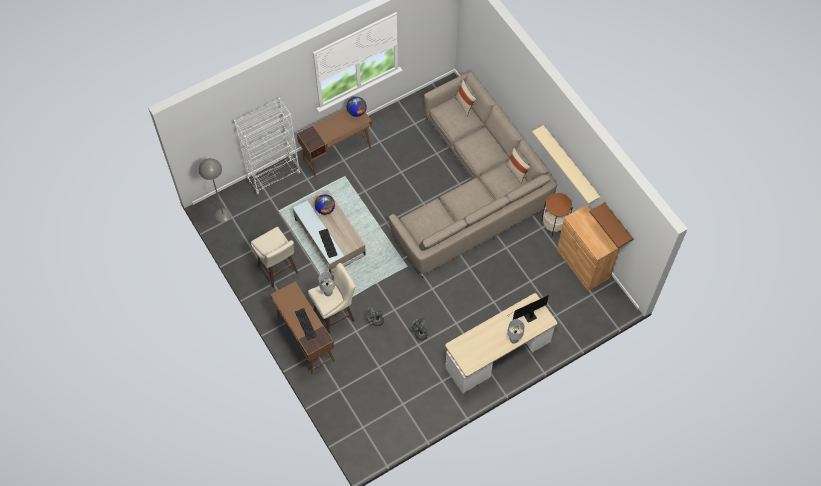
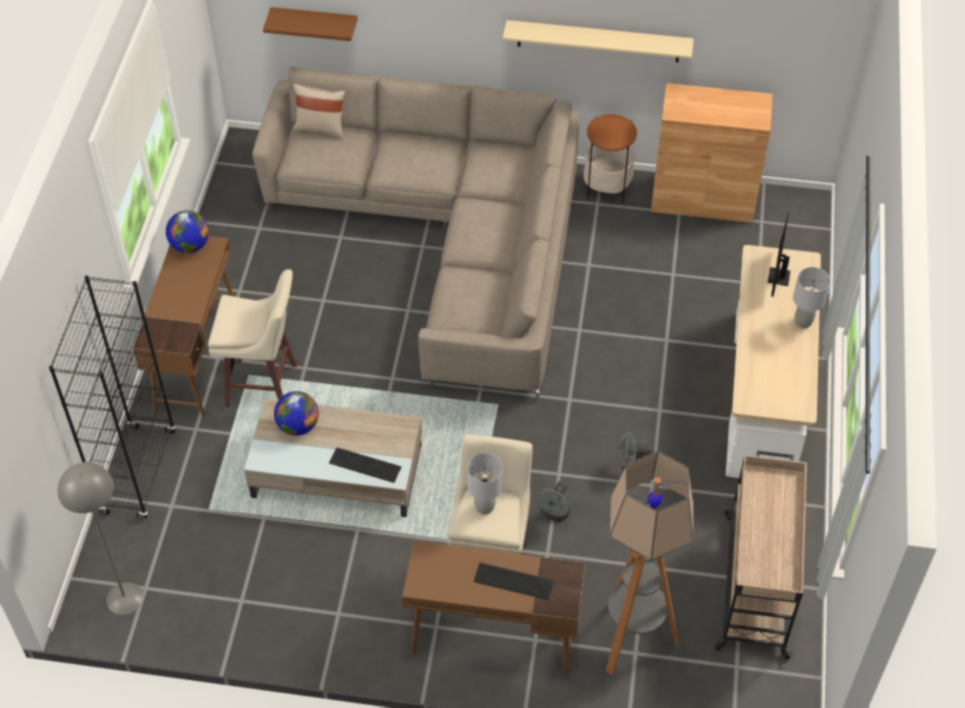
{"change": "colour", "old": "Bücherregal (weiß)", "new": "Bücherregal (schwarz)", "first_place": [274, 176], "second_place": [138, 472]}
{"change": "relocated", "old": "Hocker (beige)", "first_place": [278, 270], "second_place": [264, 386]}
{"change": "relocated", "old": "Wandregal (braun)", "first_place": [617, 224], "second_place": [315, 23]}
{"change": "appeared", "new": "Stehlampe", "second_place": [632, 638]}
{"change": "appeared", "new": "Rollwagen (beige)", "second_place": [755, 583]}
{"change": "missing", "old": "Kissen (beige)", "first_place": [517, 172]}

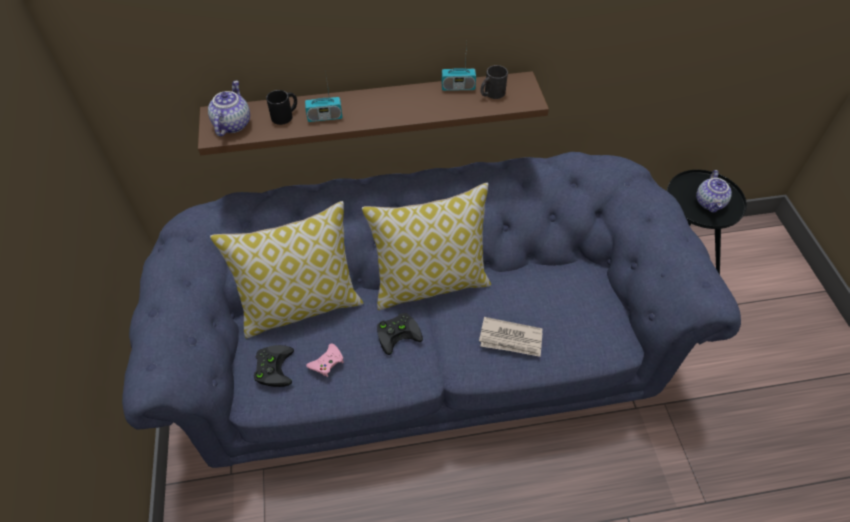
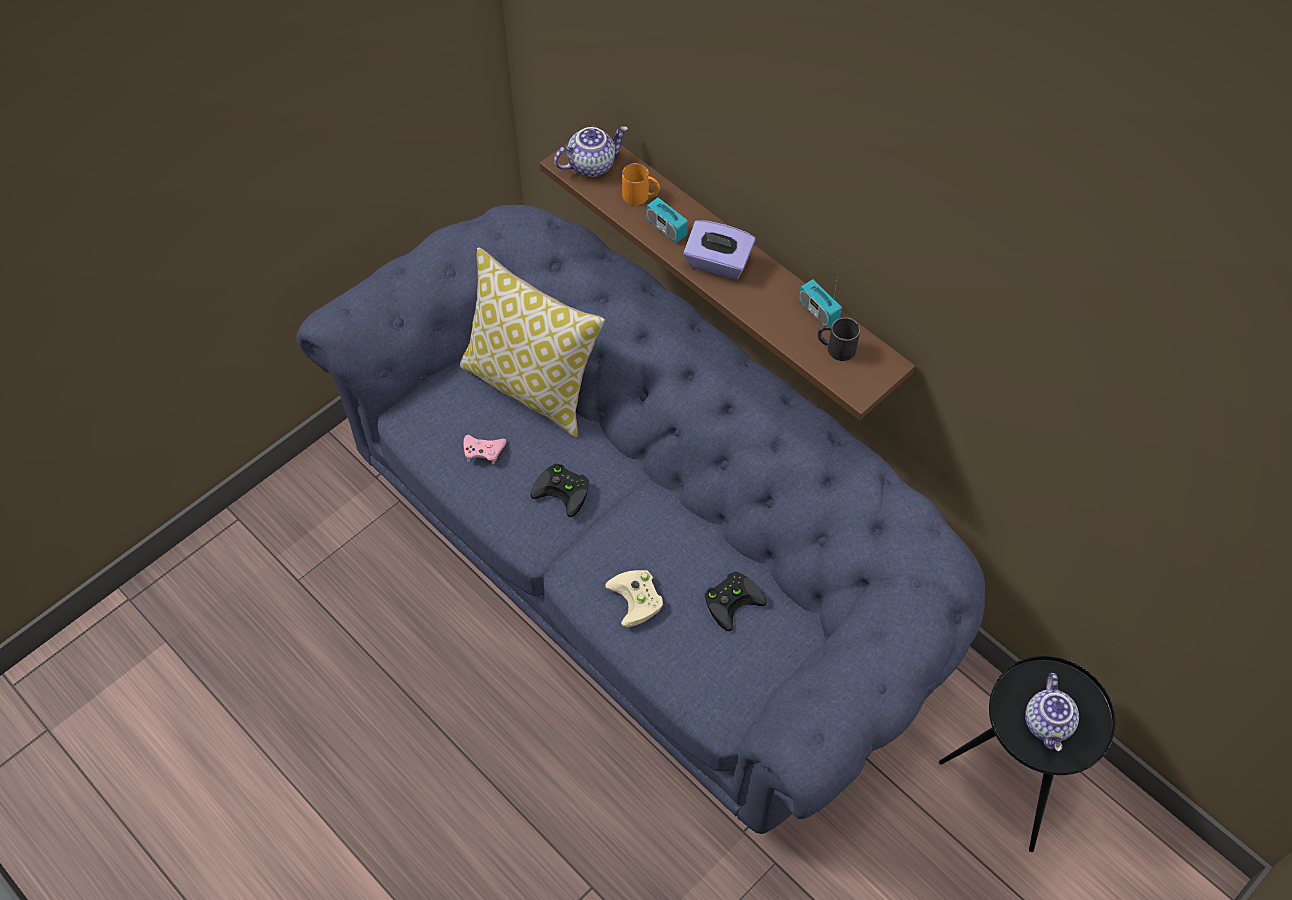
{"change": "exchanged", "old": "Zeitung", "new": "Gamepad (beige)", "first_place": [511, 339], "second_place": [638, 599]}
{"change": "colour", "old": "Henkelbecher (schwarz)", "new": "Henkelbecher (orange)", "first_place": [285, 115], "second_place": [641, 196]}
{"change": "appeared", "new": "Taschentuchbox (lila)", "second_place": [717, 264]}
{"change": "relocated", "old": "Gamepad (schwarz)", "first_place": [272, 366], "second_place": [733, 599]}
{"change": "spun", "old": "Teekanne", "first_place": [710, 203], "second_place": [1048, 724], "degrees": -60}
{"change": "missing", "old": "Kissen", "first_place": [430, 282]}

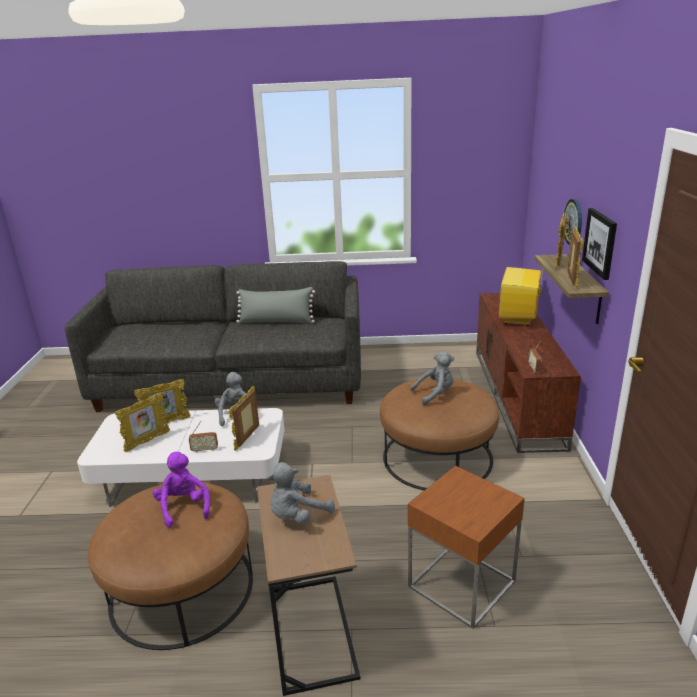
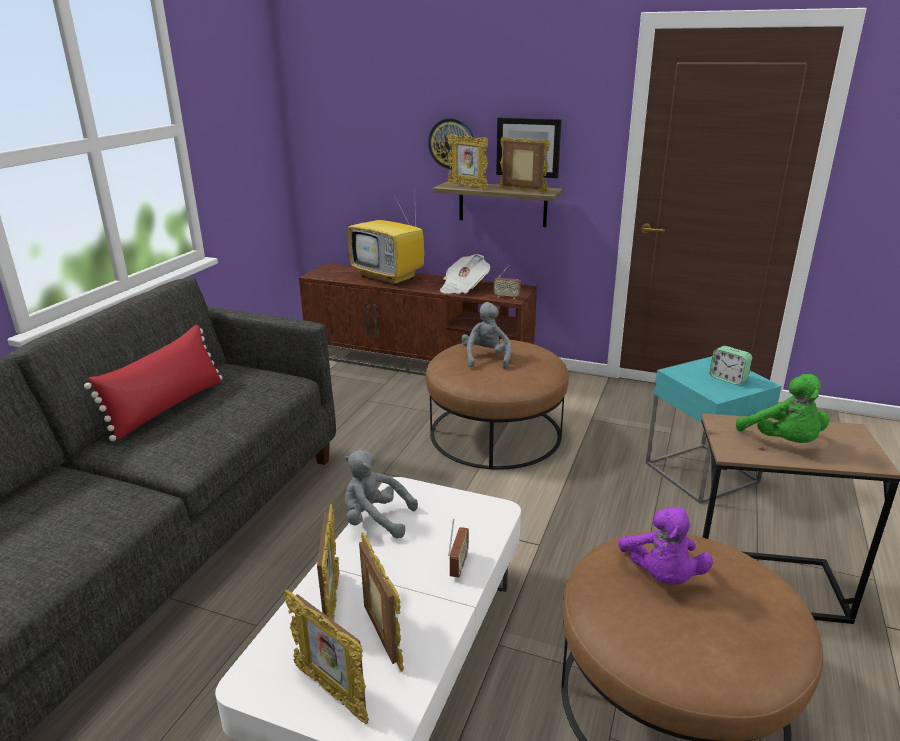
{"change": "colour", "old": "Kissen (grau)", "new": "Kissen (rot)", "first_place": [276, 322], "second_place": [167, 407]}
{"change": "relocated", "old": "Bilderrahmen", "first_place": [248, 438], "second_place": [332, 692]}
{"change": "appeared", "new": "Zeitung", "second_place": [463, 288]}
{"change": "spun", "old": "Plüschtier (lila)", "first_place": [184, 507], "second_place": [661, 576], "degrees": -90}
{"change": "colour", "old": "Beistelltisch (braun)", "new": "Beistelltisch (türkis)", "first_place": [461, 584], "second_place": [701, 472]}
{"change": "appeared", "new": "Wecker", "second_place": [728, 379]}
{"change": "colour", "old": "Plüschtier (grau)", "new": "Plüschtier (grün)", "first_place": [298, 516], "second_place": [783, 442]}

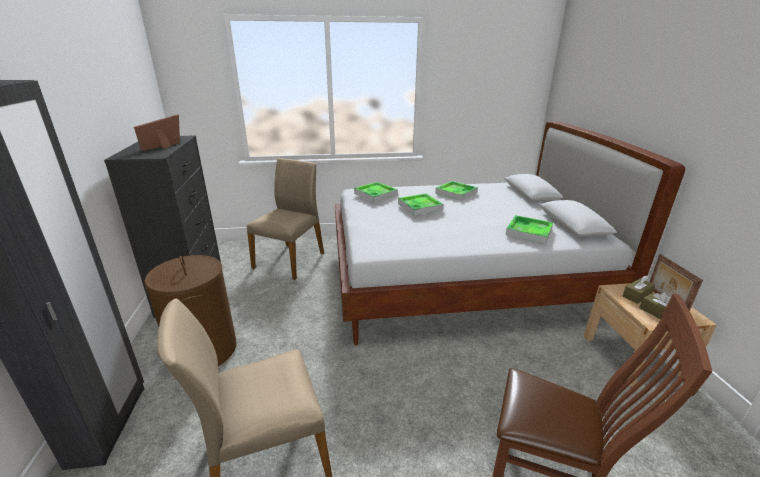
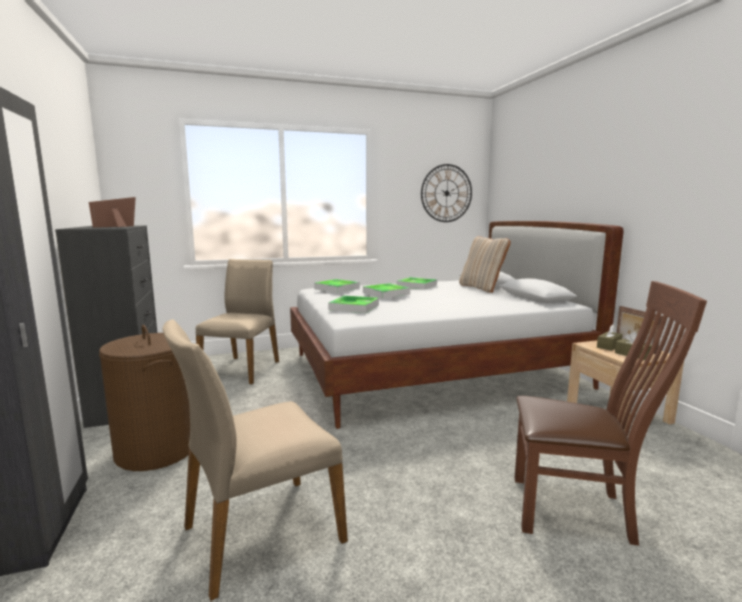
{"change": "relocated", "old": "Tablett", "first_place": [528, 232], "second_place": [354, 307]}
{"change": "appeared", "new": "Wanduhr", "second_place": [446, 193]}
{"change": "appeared", "new": "Kissen (beige)", "second_place": [481, 288]}

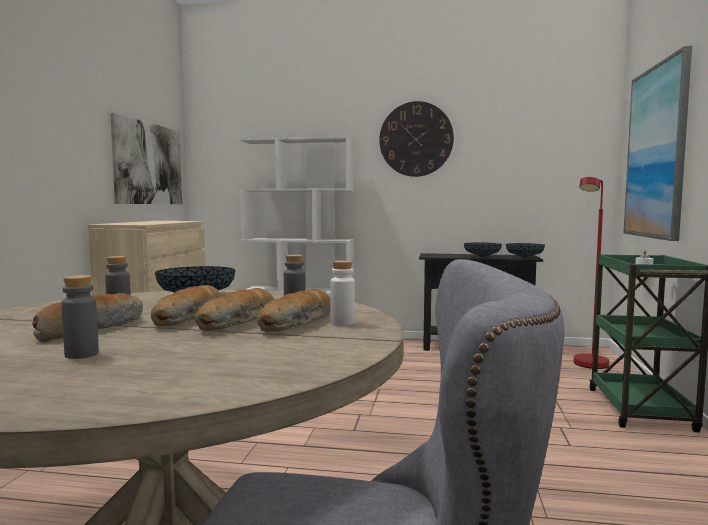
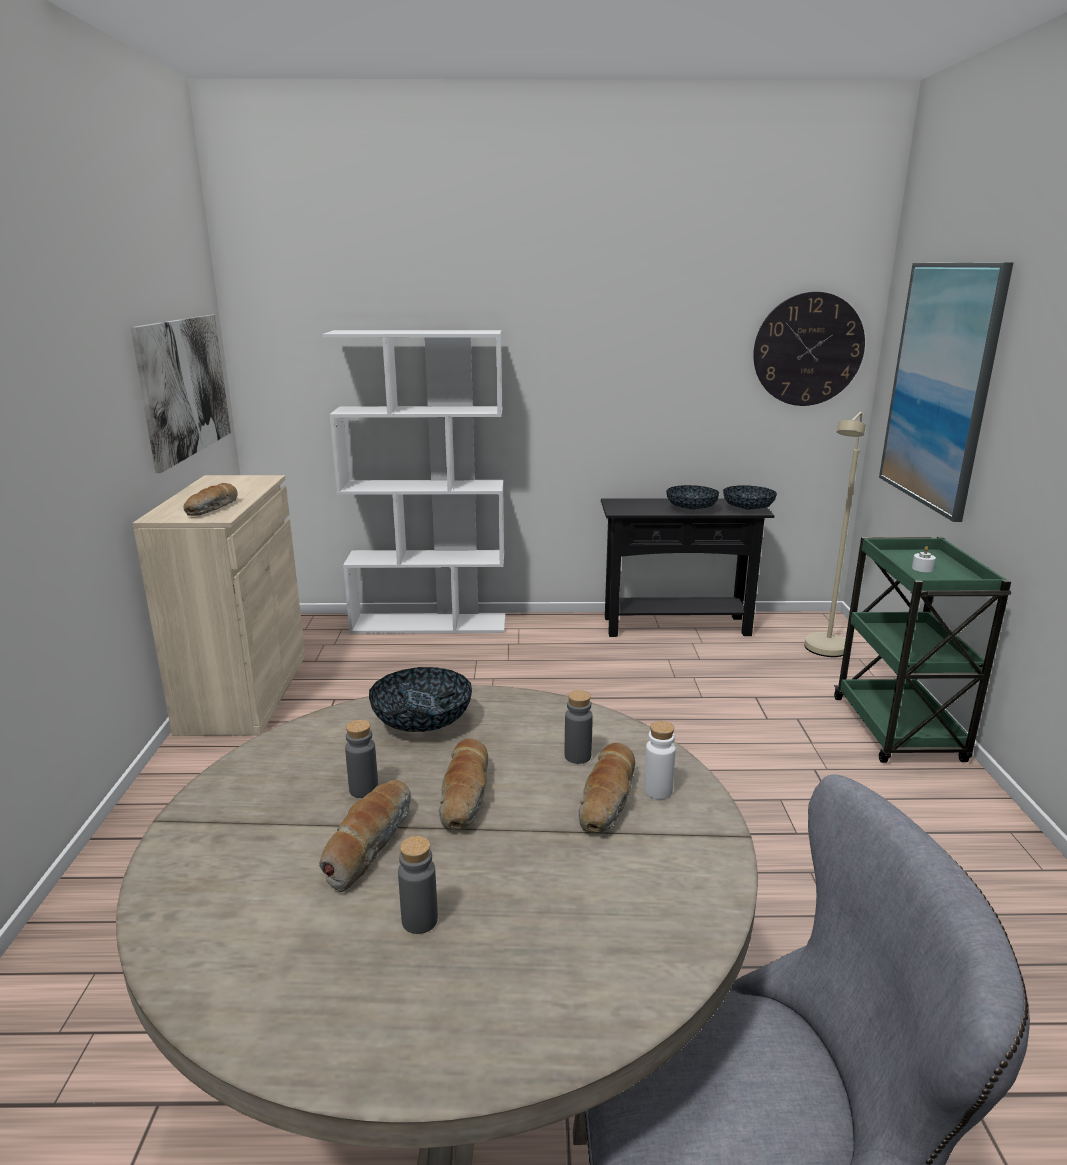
{"change": "relocated", "old": "Brot", "first_place": [239, 322], "second_place": [213, 508]}
{"change": "relocated", "old": "Wanduhr", "first_place": [416, 139], "second_place": [808, 349]}
{"change": "colour", "old": "Stehlampe (rot)", "new": "Stehlampe (beige)", "first_place": [588, 366], "second_place": [824, 652]}

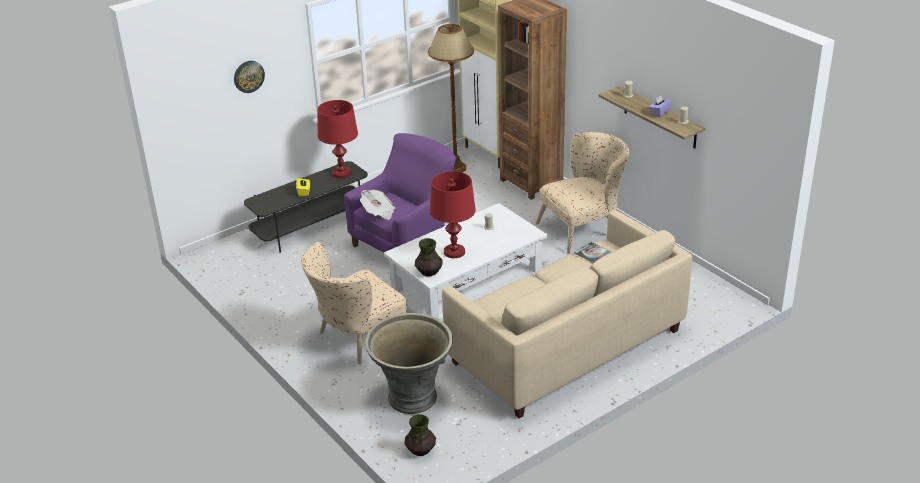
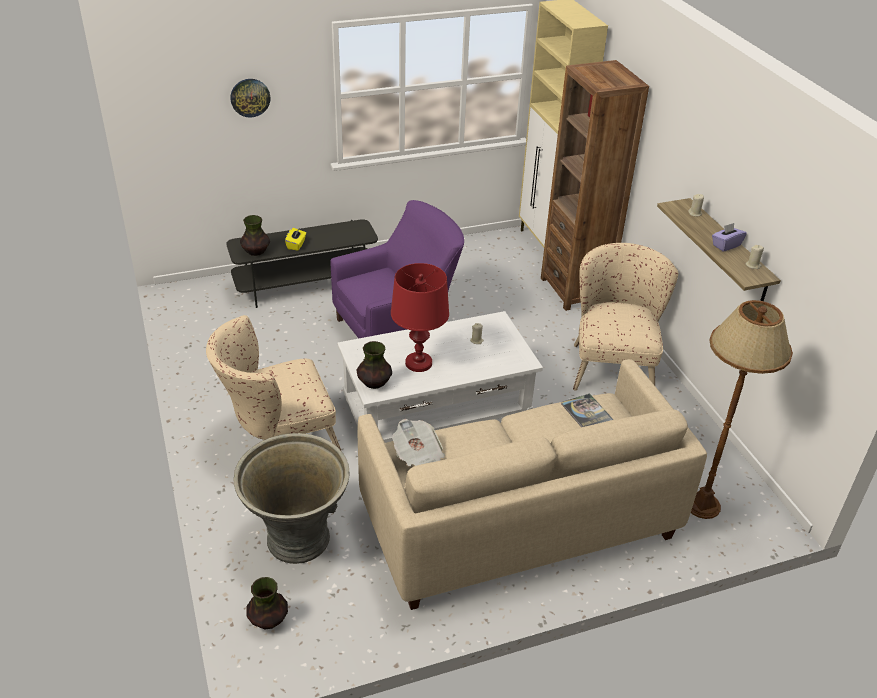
{"change": "appeared", "new": "Vase", "second_place": [256, 252]}
{"change": "relocated", "old": "Zeitung", "first_place": [378, 212], "second_place": [418, 457]}
{"change": "spun", "old": "Sessel (beige)", "first_place": [584, 228], "second_place": [612, 363], "degrees": -75}
{"change": "relocated", "old": "Stehlampe (braun)", "first_place": [455, 168], "second_place": [702, 505]}
{"change": "missing", "old": "Tischlampe (rot)", "first_place": [341, 173]}

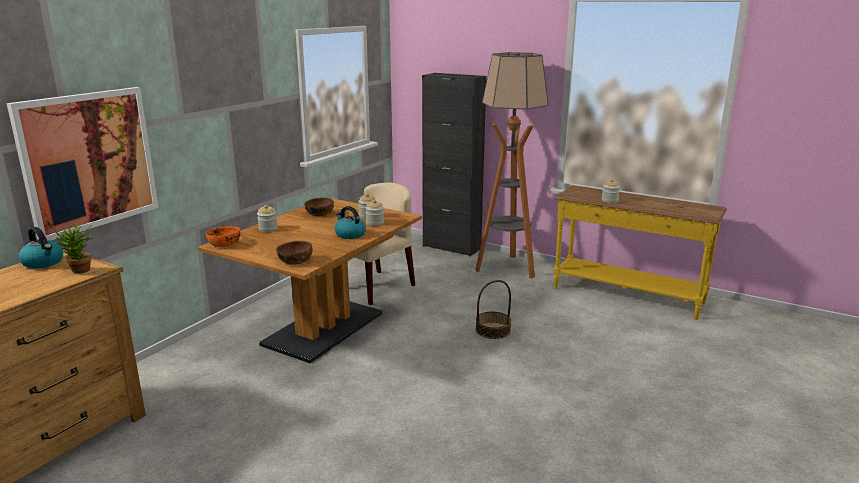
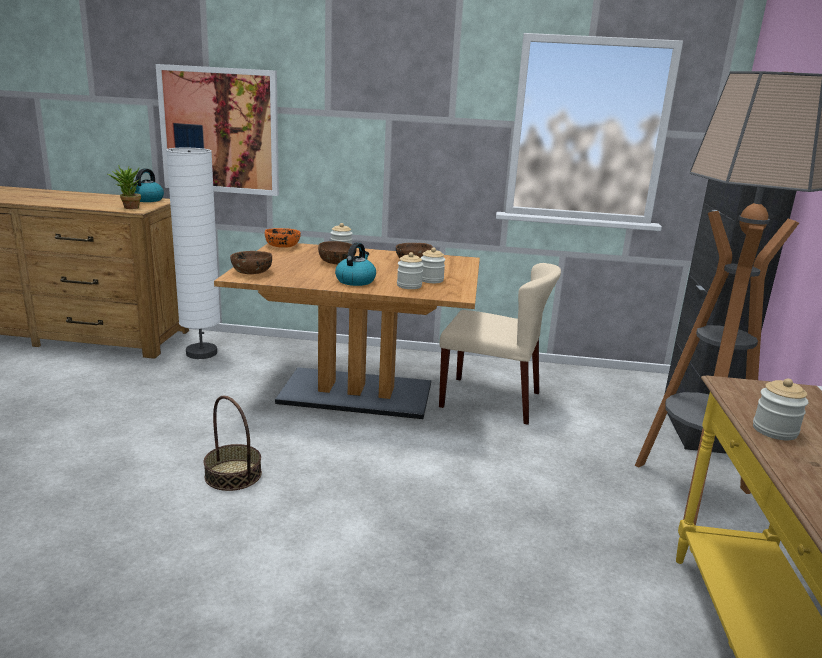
{"change": "appeared", "new": "Stehlampe (weiß)", "second_place": [201, 353]}
{"change": "relocated", "old": "Korb", "first_place": [493, 330], "second_place": [233, 475]}
{"change": "appeared", "new": "Schüssel (braun)", "second_place": [337, 262]}

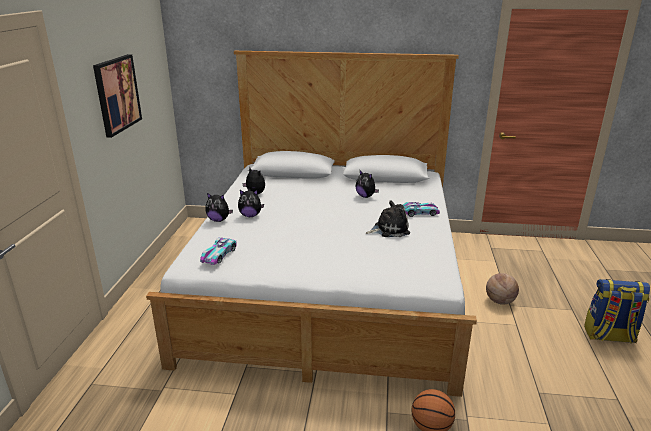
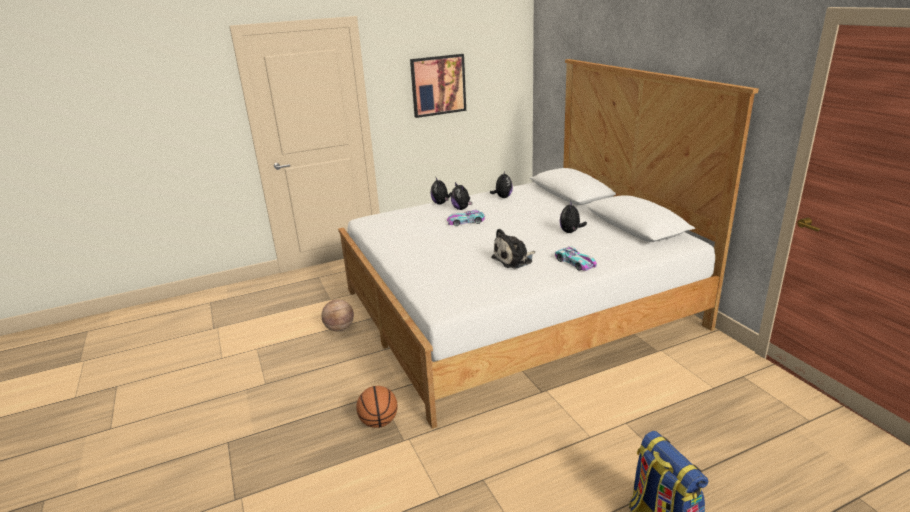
{"change": "relocated", "old": "Basketball", "first_place": [500, 301], "second_place": [339, 328]}
{"change": "relocated", "old": "Spielzeugauto", "first_place": [219, 254], "second_place": [466, 222]}
{"change": "spun", "old": "Plüschtier", "first_place": [389, 229], "second_place": [514, 260], "degrees": 105}

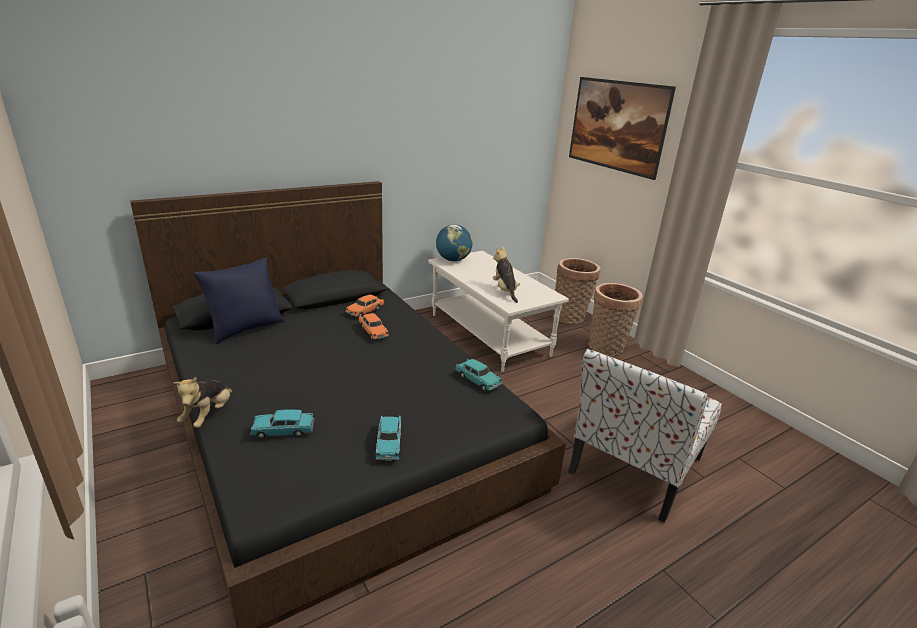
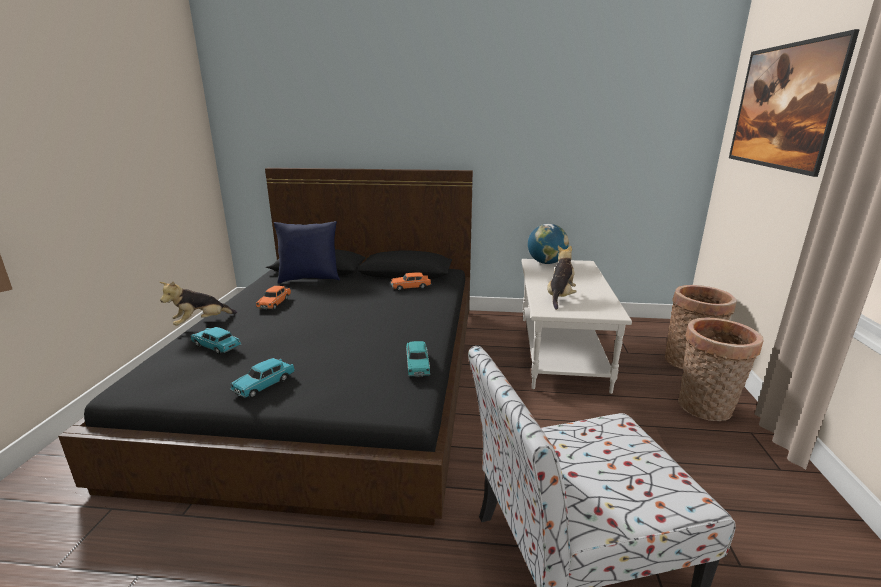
{"change": "relocated", "old": "Spielzeugauto (orange)", "first_place": [373, 332], "second_place": [274, 303]}

